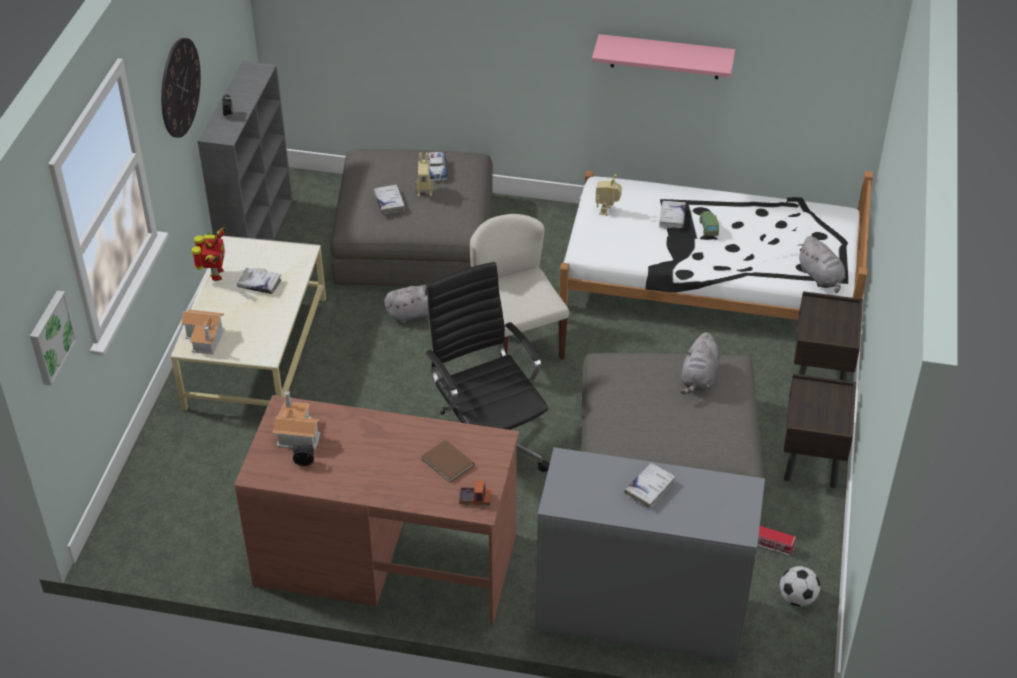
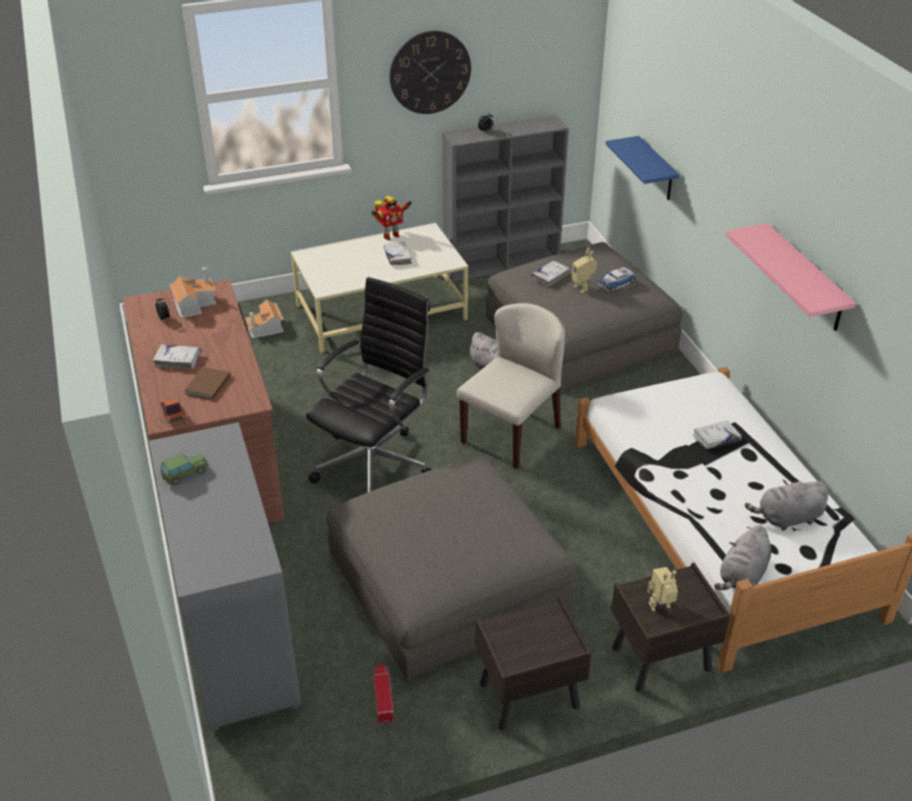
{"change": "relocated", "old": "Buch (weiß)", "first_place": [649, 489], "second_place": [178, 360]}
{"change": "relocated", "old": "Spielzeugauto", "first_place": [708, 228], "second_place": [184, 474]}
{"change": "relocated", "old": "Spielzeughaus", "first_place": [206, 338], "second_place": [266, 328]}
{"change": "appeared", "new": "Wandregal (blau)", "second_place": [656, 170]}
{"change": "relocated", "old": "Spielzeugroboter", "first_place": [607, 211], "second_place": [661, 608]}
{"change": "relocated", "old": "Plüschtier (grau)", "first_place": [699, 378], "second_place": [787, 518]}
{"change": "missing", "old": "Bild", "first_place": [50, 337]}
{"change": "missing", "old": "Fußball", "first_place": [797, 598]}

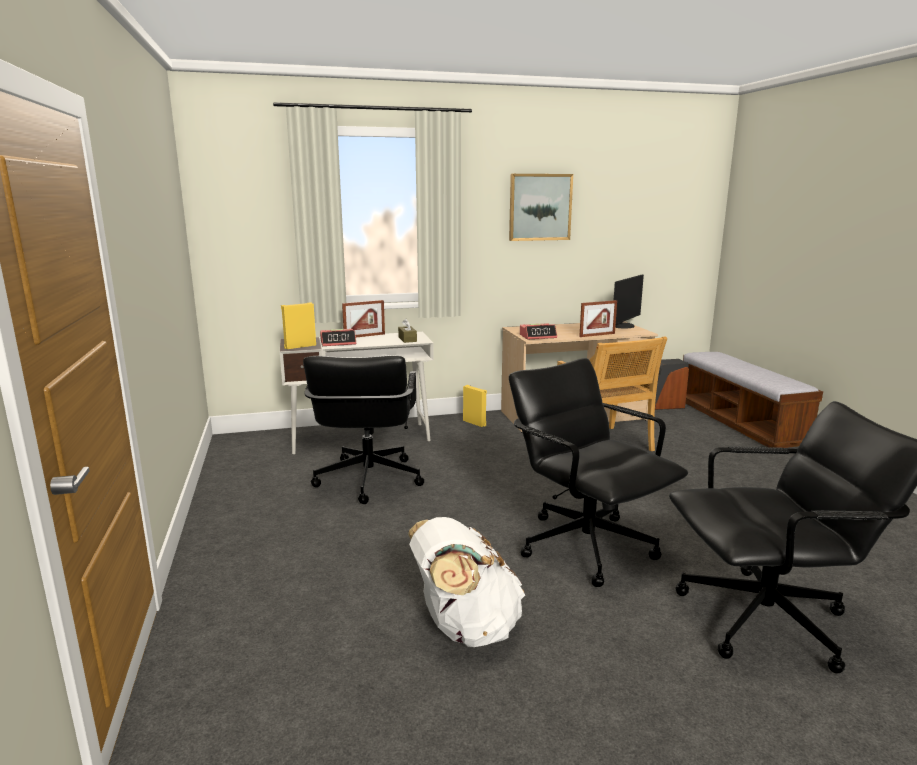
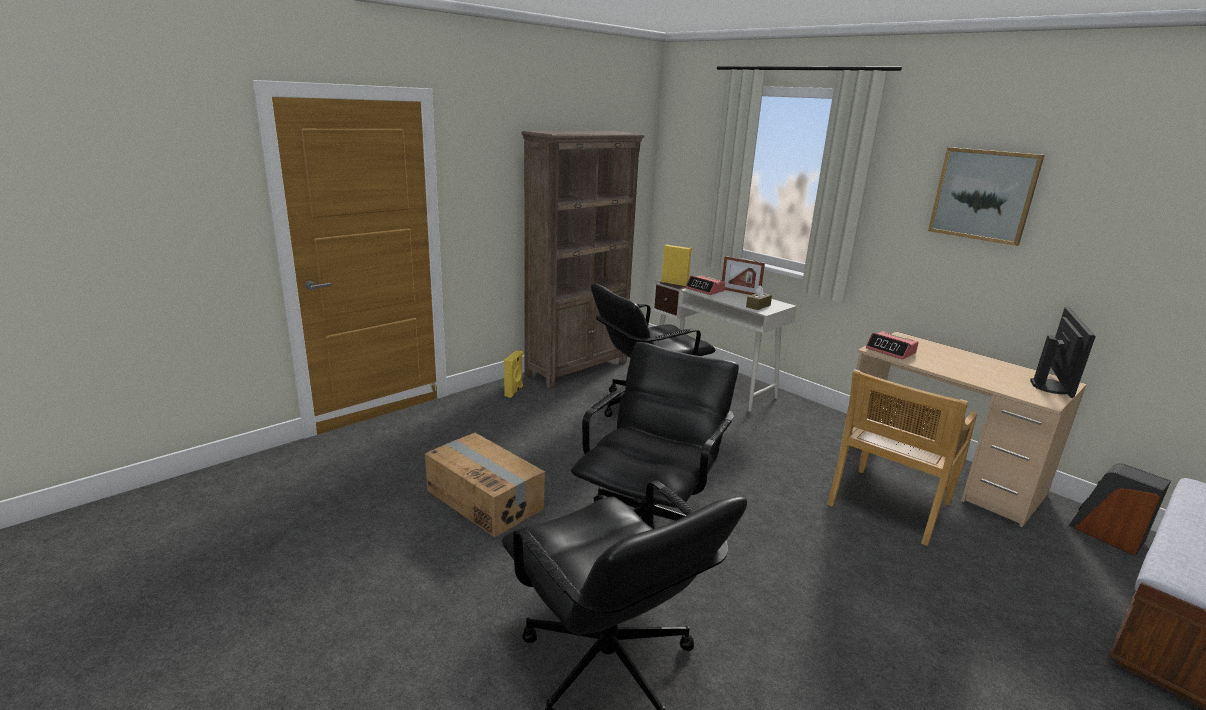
{"change": "exchanged", "old": "Rucksack (weiß)", "new": "Karton", "first_place": [465, 627], "second_place": [485, 499]}
{"change": "relocated", "old": "Lautsprecher (gelb)", "first_place": [475, 423], "second_place": [514, 391]}
{"change": "appeared", "new": "Bücherregal (braun)", "second_place": [577, 368]}
{"change": "spun", "old": "Monitor", "first_place": [623, 326], "second_place": [1052, 387], "degrees": -75}
{"change": "missing", "old": "Bilderrahmen", "first_place": [597, 335]}

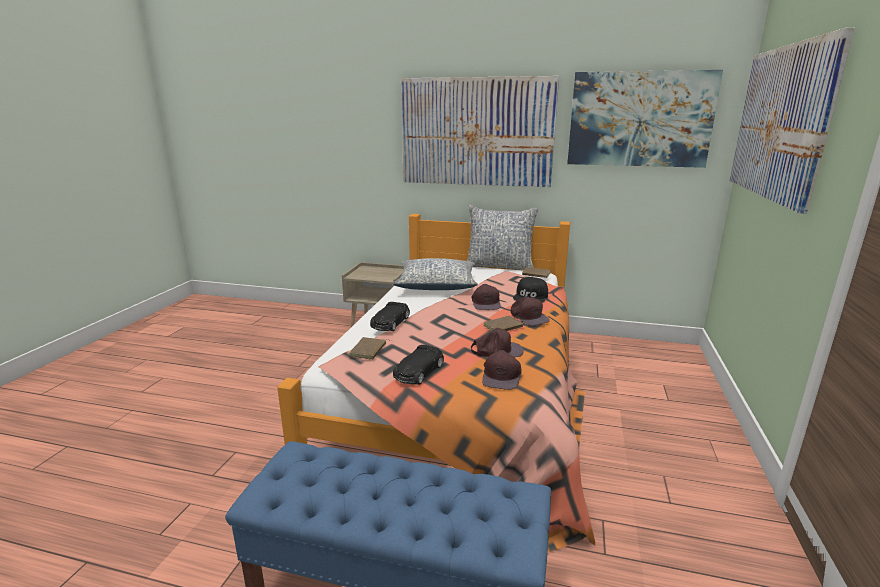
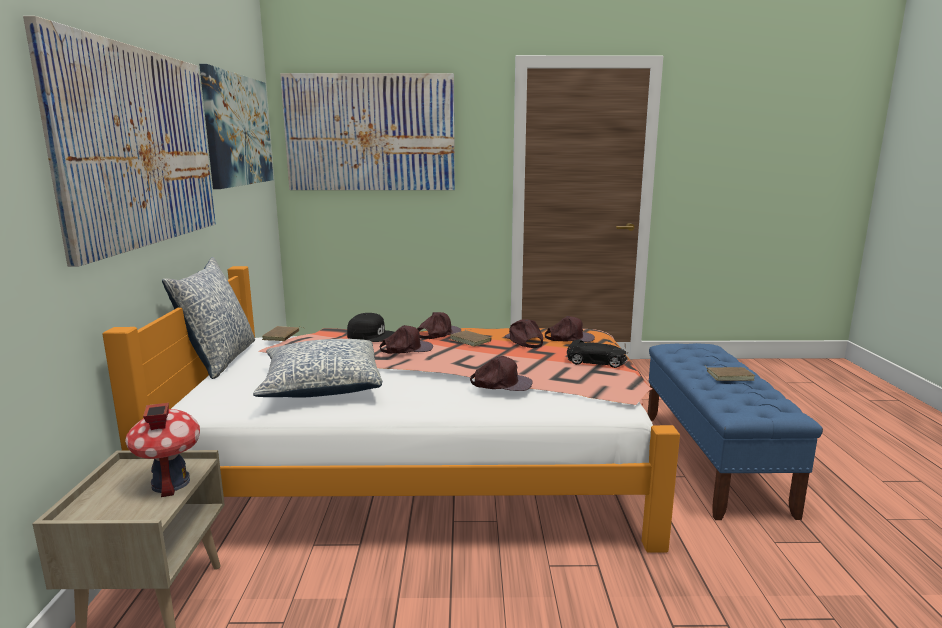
{"change": "appeared", "new": "Spielzeughaus", "second_place": [170, 483]}
{"change": "exchanged", "old": "Spielzeugauto (schwarz)", "new": "Kappe (braun)", "first_place": [390, 323], "second_place": [501, 383]}
{"change": "relocated", "old": "Buch (braun)", "first_place": [369, 350], "second_place": [729, 376]}

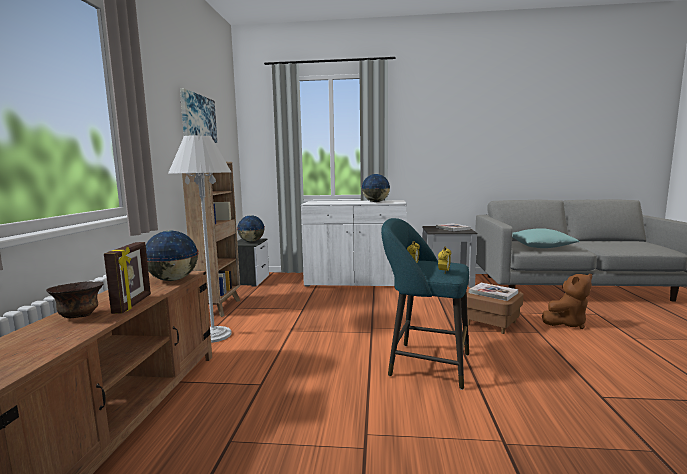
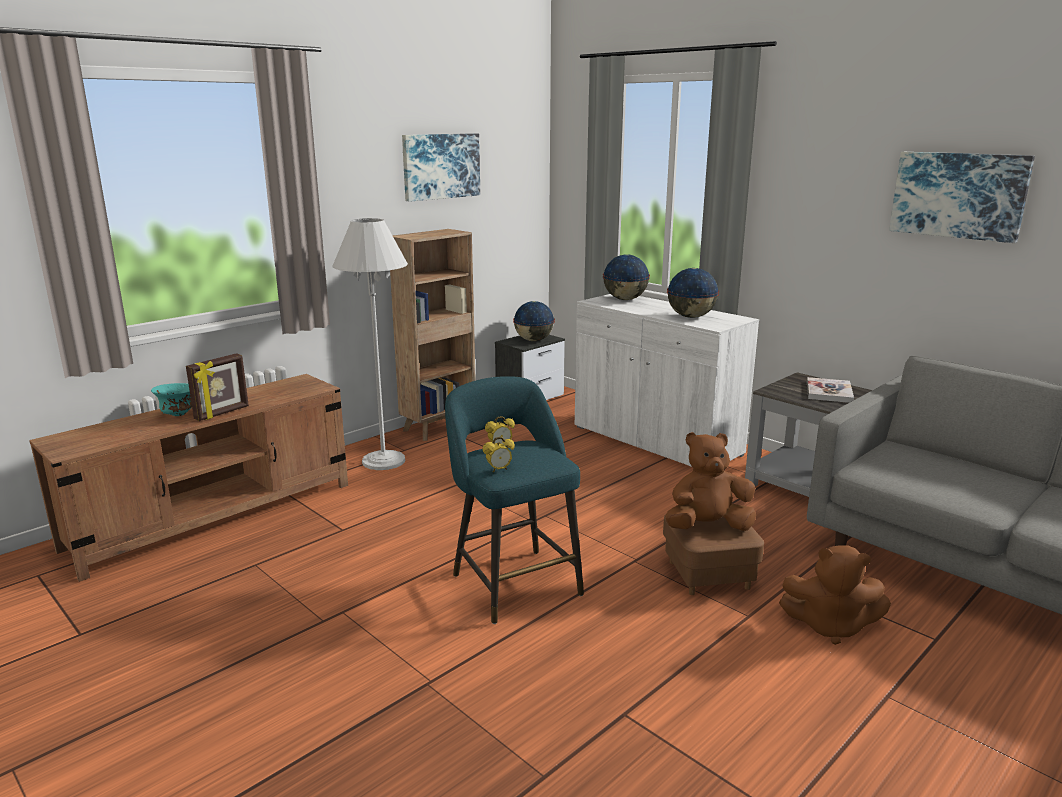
{"change": "colour", "old": "Schüssel (braun)", "new": "Schüssel (türkis)", "first_place": [79, 316], "second_place": [177, 414]}
{"change": "relocated", "old": "Globus", "first_place": [173, 279], "second_place": [625, 299]}
{"change": "exchanged", "old": "Buch", "new": "Plüschtier (braun)", "first_place": [493, 293], "second_place": [707, 527]}
{"change": "appeared", "new": "Bild", "second_place": [958, 195]}
{"change": "missing", "old": "Kissen (türkis)", "first_place": [540, 247]}

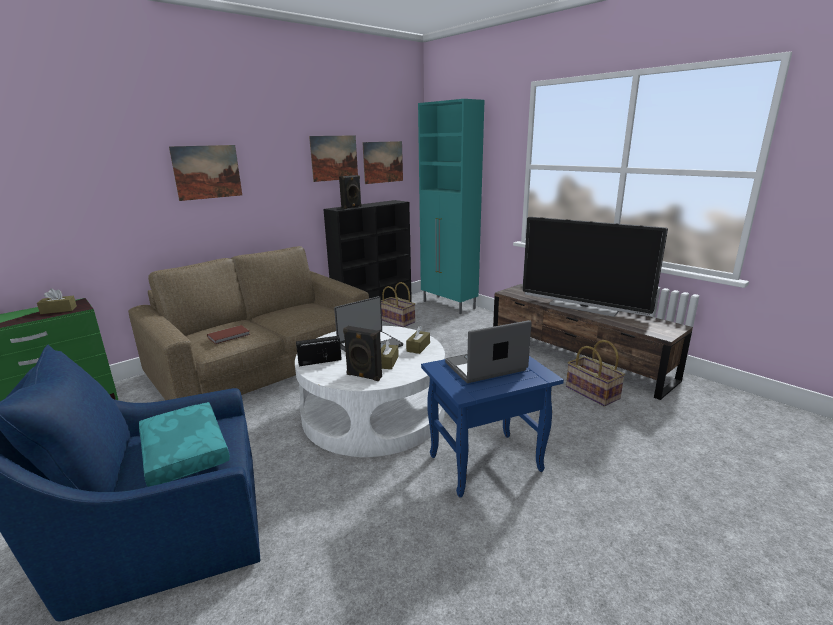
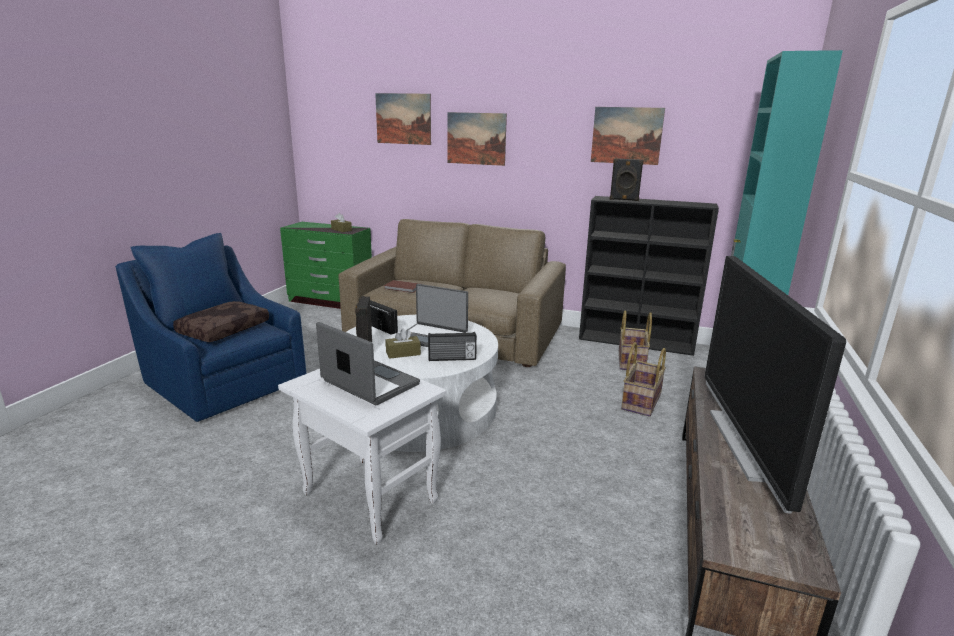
{"change": "colour", "old": "Kissen (türkis)", "new": "Kissen (braun)", "first_place": [183, 452], "second_place": [223, 329]}
{"change": "colour", "old": "Beistelltisch (blau)", "new": "Beistelltisch (weiß)", "first_place": [484, 464], "second_place": [367, 497]}
{"change": "relocated", "old": "Bild", "first_place": [383, 162], "second_place": [403, 119]}
{"change": "exchanged", "old": "Taschentuchbox (braun)", "new": "Radio", "first_place": [418, 347], "second_place": [452, 359]}
{"change": "relocated", "old": "Korb", "first_place": [591, 393], "second_place": [640, 401]}

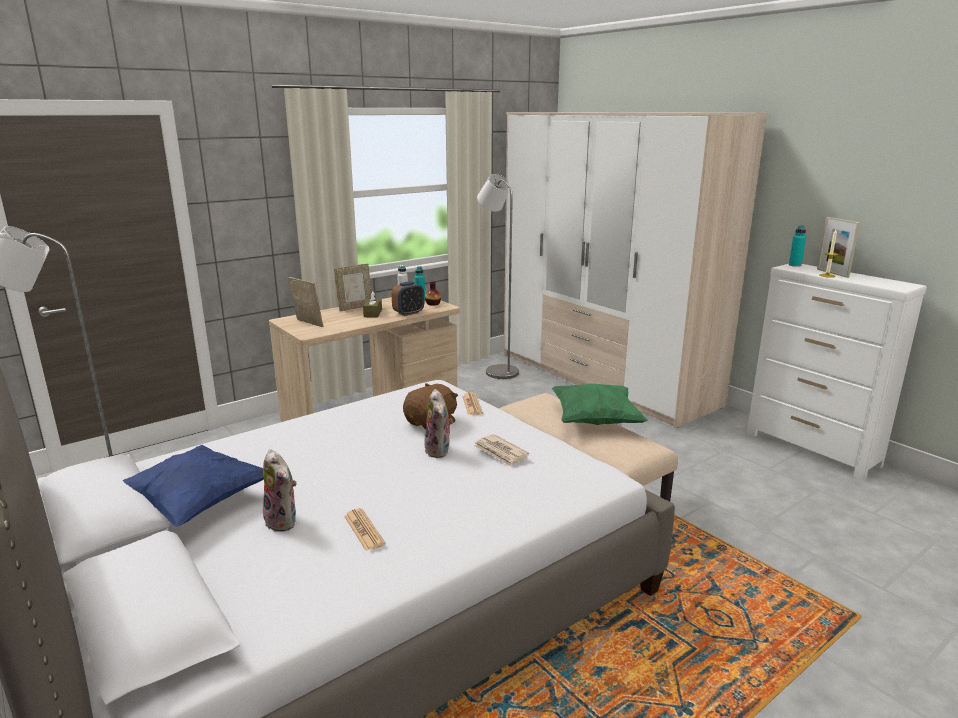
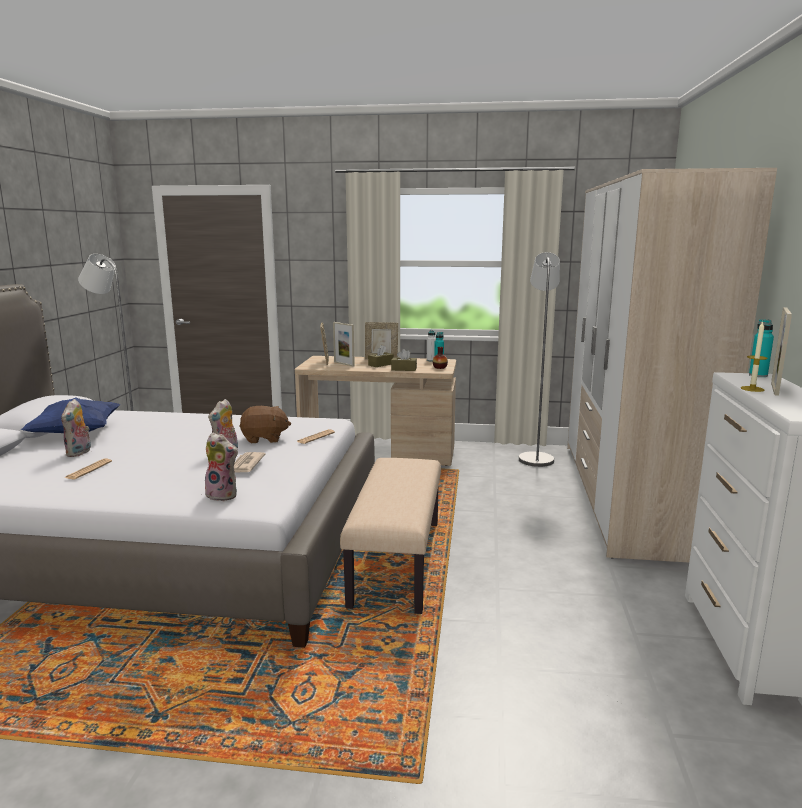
{"change": "appeared", "new": "Plüschtier", "second_place": [224, 495]}
{"change": "appeared", "new": "Bilderrahmen", "second_place": [344, 364]}
{"change": "exchanged", "old": "Wecker", "new": "Taschentuchbox (braun)", "first_place": [408, 313], "second_place": [403, 369]}
{"change": "missing", "old": "Kissen (grün)", "first_place": [595, 421]}

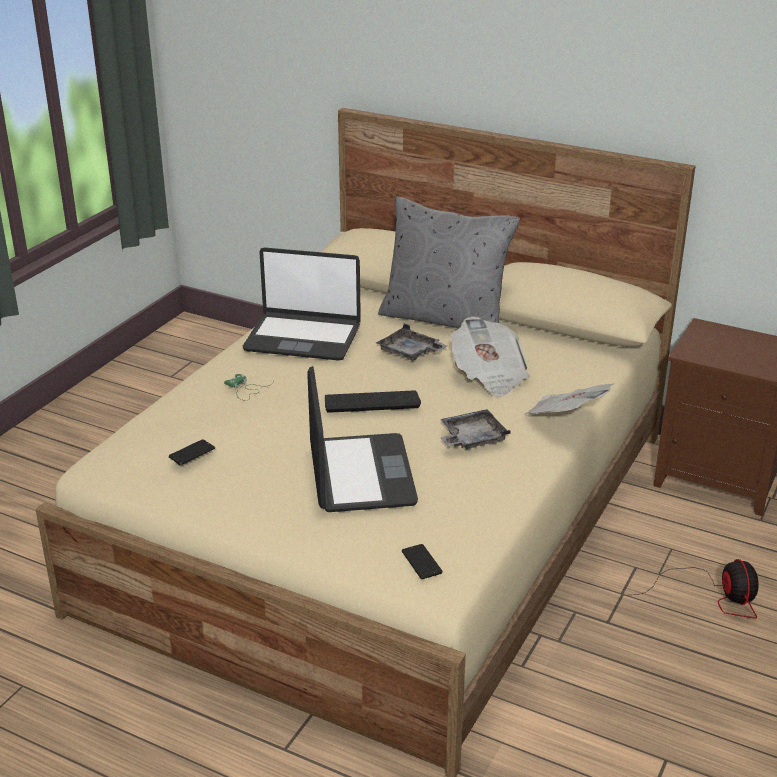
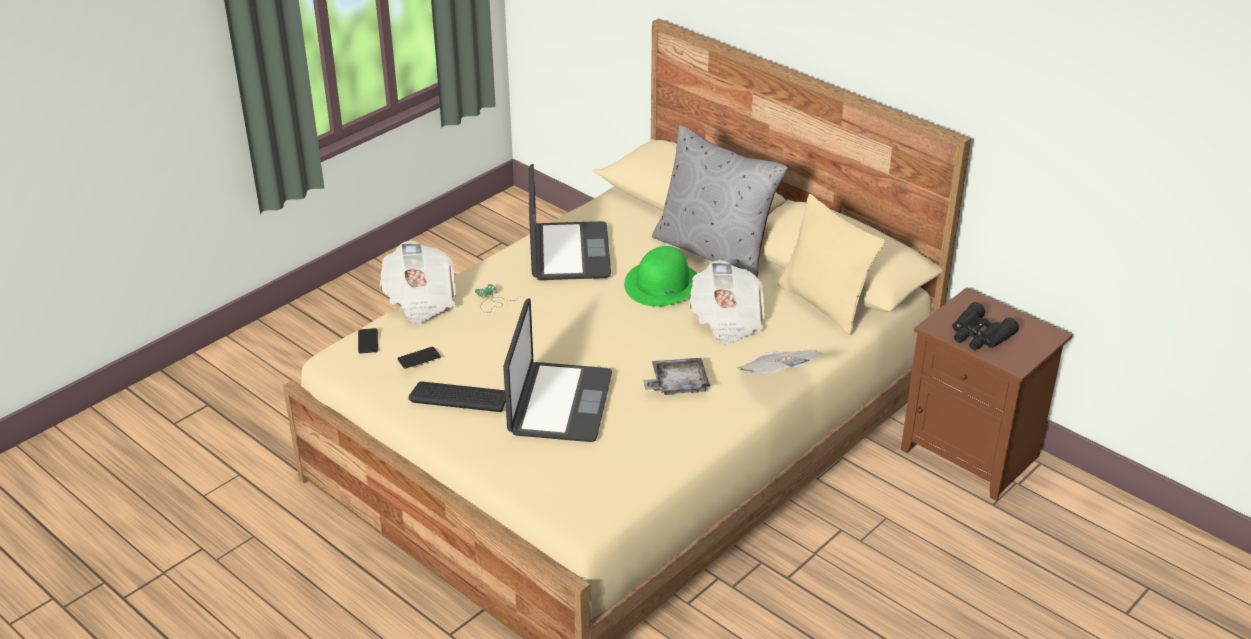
{"change": "relocated", "old": "Handy", "first_place": [421, 562], "second_place": [368, 341]}
{"change": "appeared", "new": "Zeitung", "second_place": [420, 300]}
{"change": "relocated", "old": "Tastatur", "first_place": [371, 402], "second_place": [460, 397]}
{"change": "spun", "old": "Laptop", "first_place": [303, 338], "second_place": [568, 253], "degrees": -120}
{"change": "exchanged", "old": "Tablett (grau)", "new": "Hut (grün)", "first_place": [410, 352], "second_place": [662, 284]}
{"change": "appeared", "new": "Kissen (beige)", "second_place": [823, 305]}
{"change": "appeared", "new": "Fernglas (schwarz)", "second_place": [979, 335]}
{"change": "missing", "old": "Ventilator", "first_place": [713, 596]}

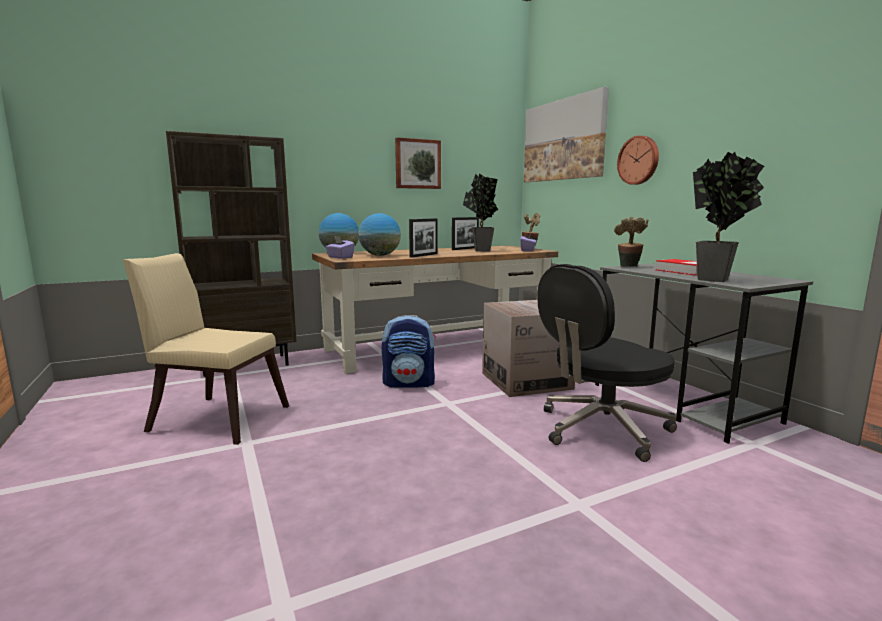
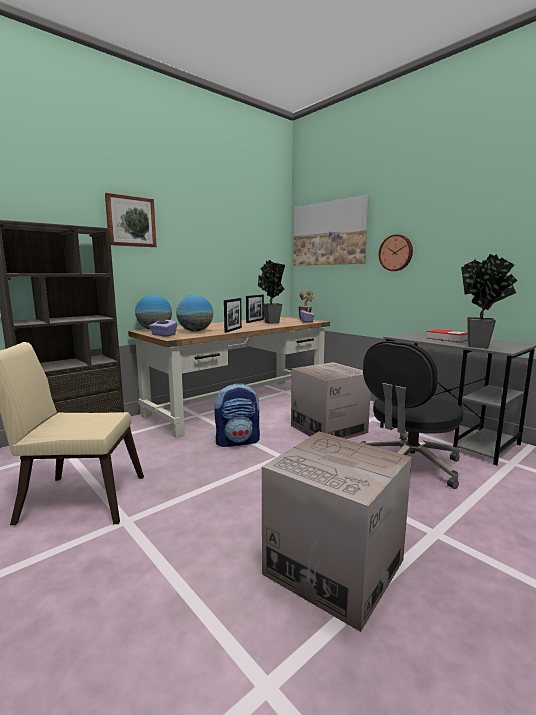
{"change": "relocated", "old": "Bild", "first_place": [417, 164], "second_place": [131, 221]}
{"change": "appeared", "new": "Karton", "second_place": [334, 567]}
{"change": "missing", "old": "Topfpflanze", "first_place": [628, 267]}

